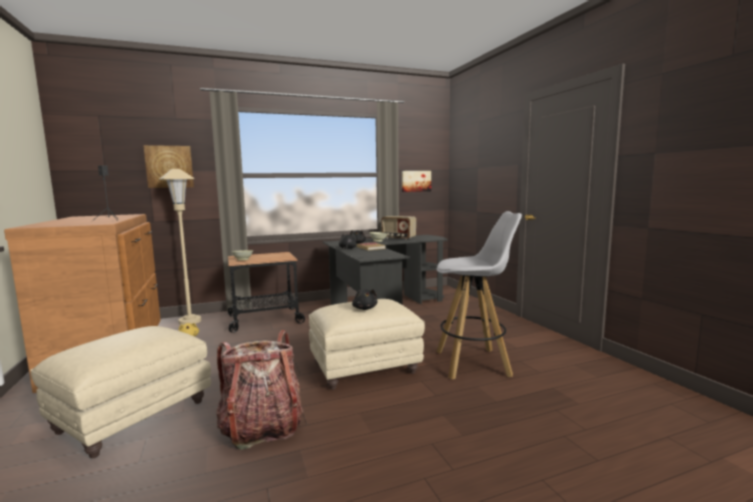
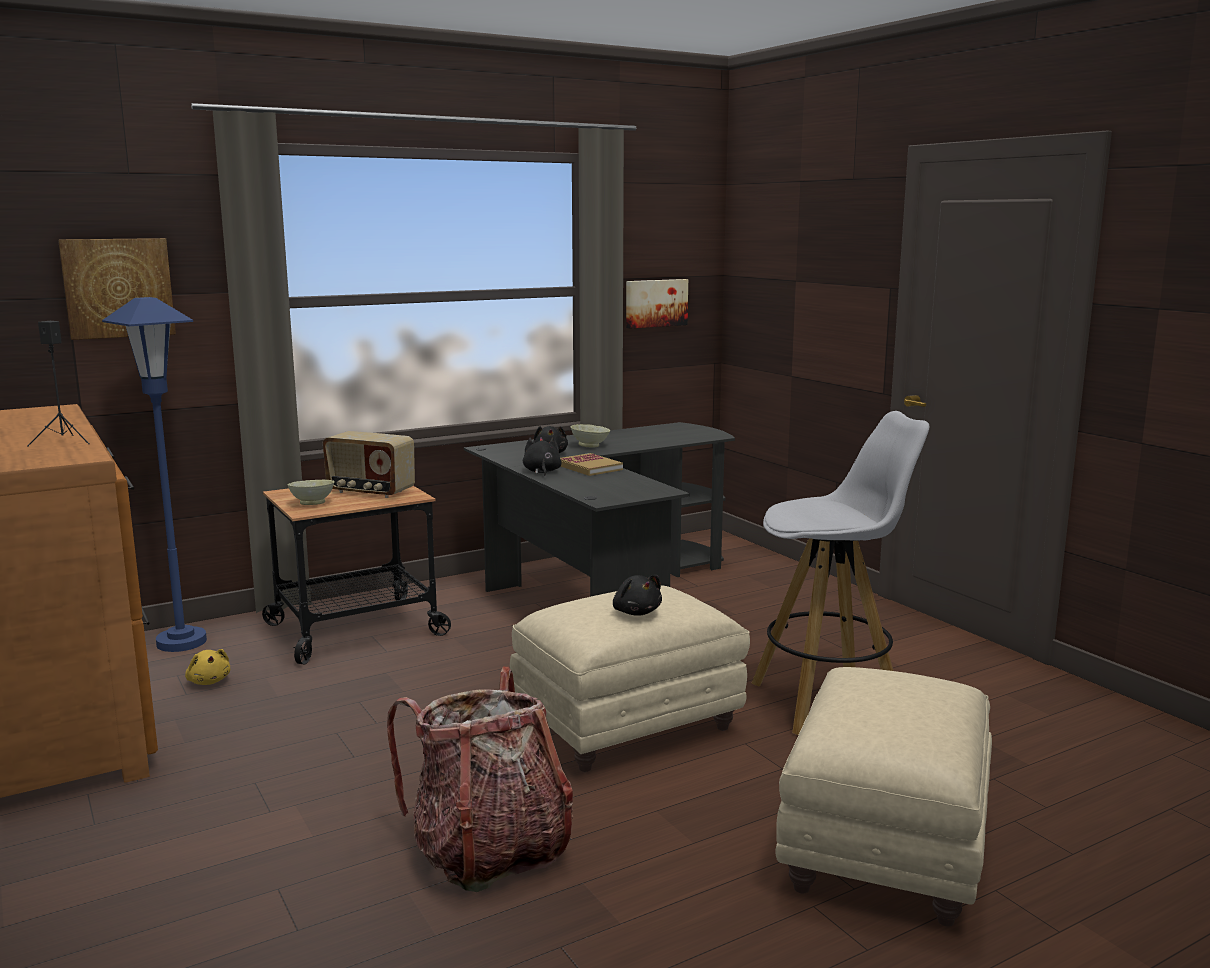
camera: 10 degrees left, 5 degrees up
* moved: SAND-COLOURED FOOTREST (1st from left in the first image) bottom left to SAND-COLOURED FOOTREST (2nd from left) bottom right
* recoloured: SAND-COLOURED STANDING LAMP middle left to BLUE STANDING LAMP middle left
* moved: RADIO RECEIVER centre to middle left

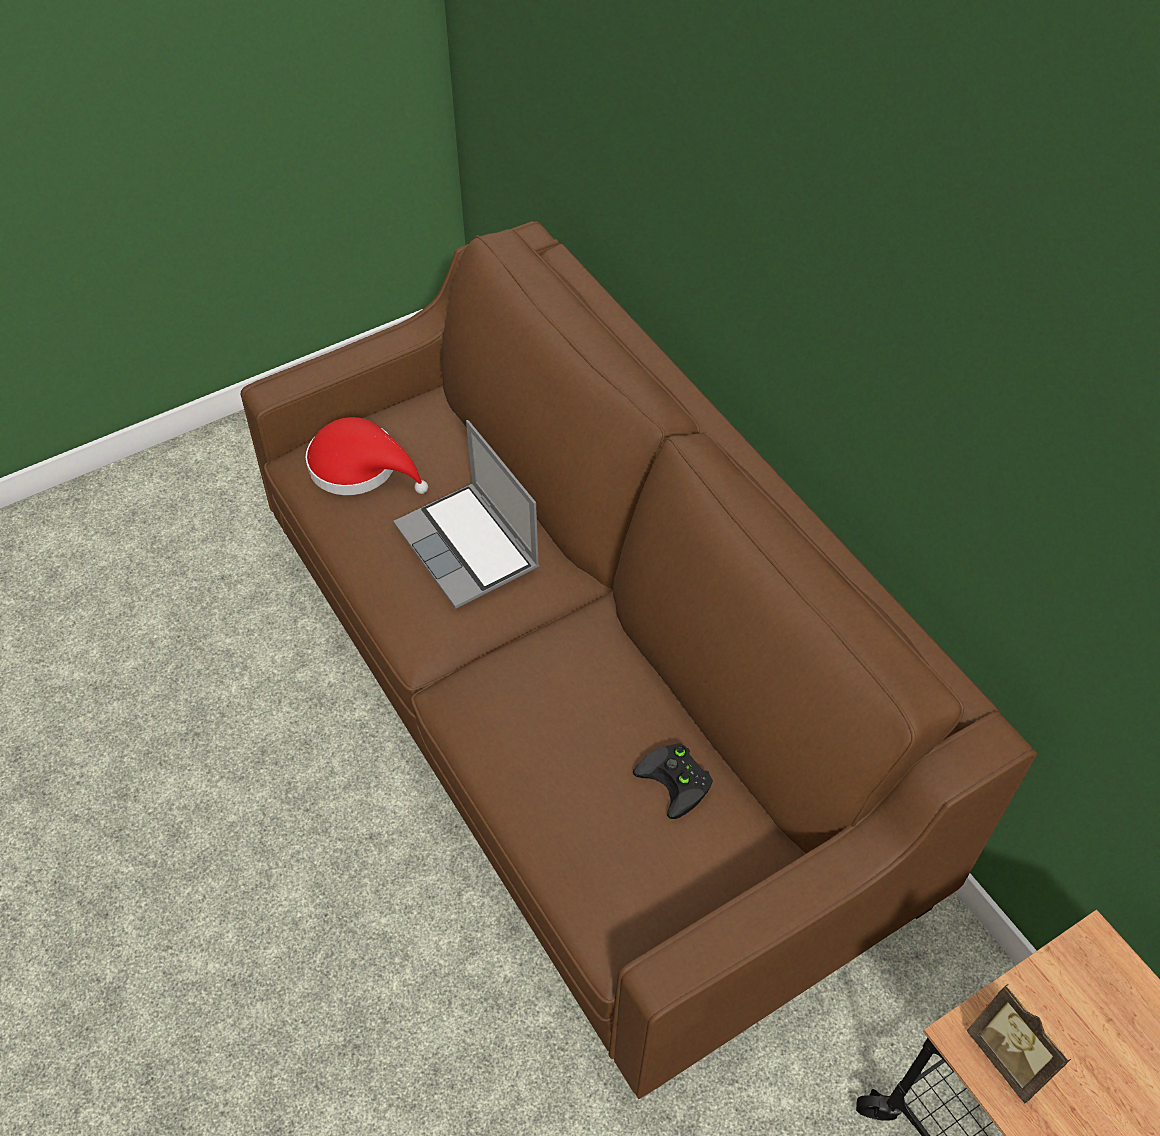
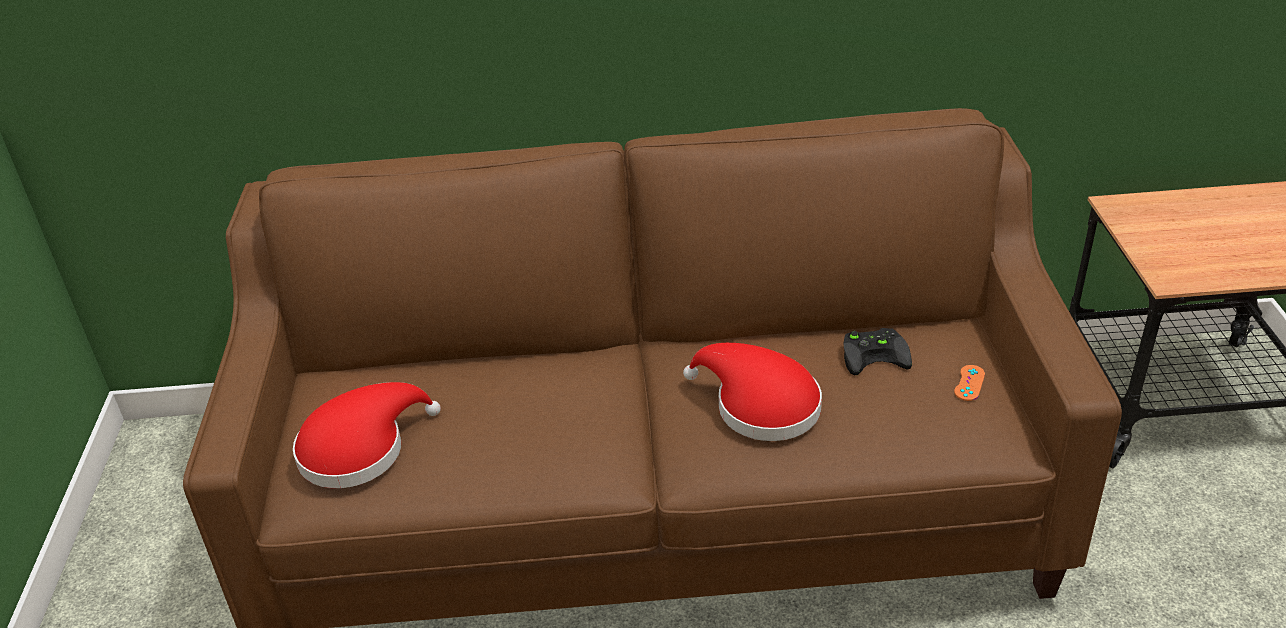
camera: 60 degrees left, 15 degrees down
* removed: NOTEBOOK COMPUTER centre
* removed: PHOTO FRAME bottom right
* added: RED-COLOURED WEARABLE HAT (2nd from left) centre
* added: ORANGEY GAMEPAD middle right

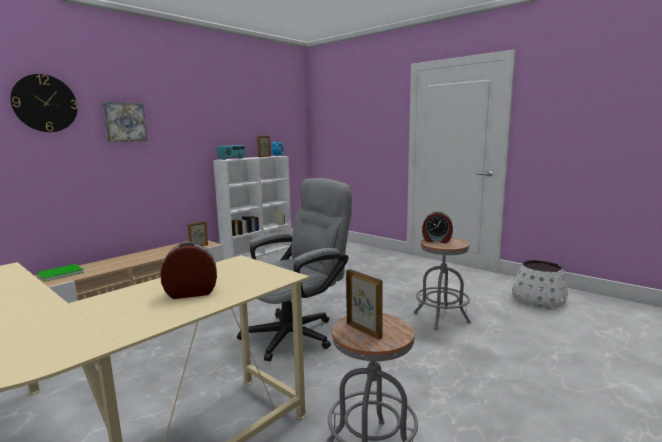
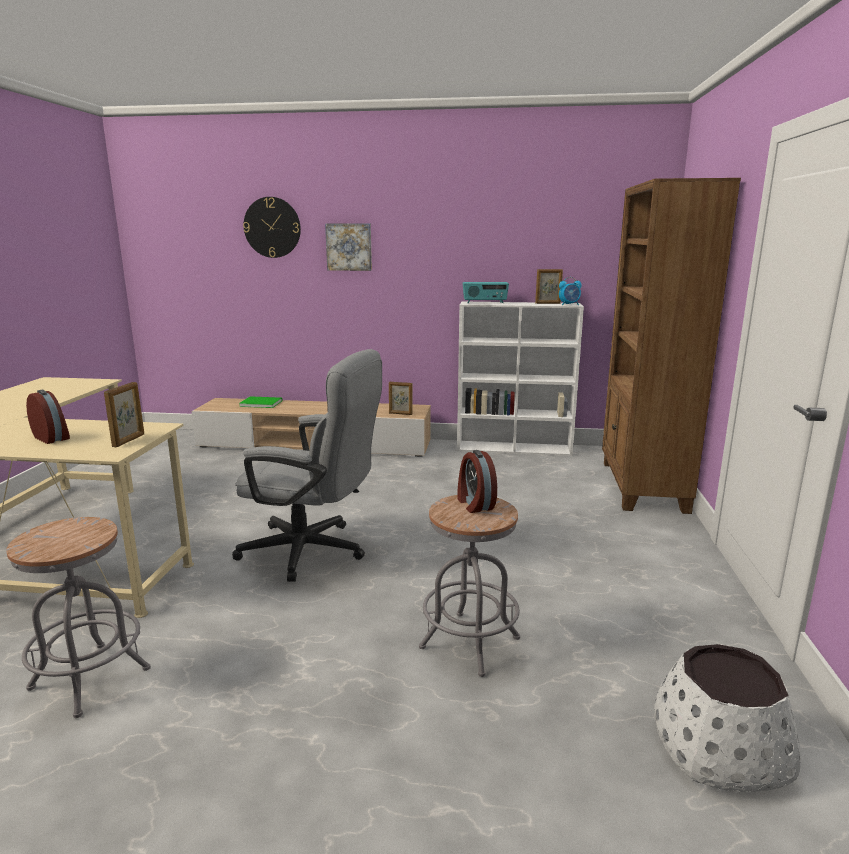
camera: 55 degrees right, 5 degrees up
* moved: PHOTO FRAME (3rd from left in the first image) bottom centre to PHOTO FRAME (1st from left) middle left
* added: BROWN-COLOURED SHELVING UNIT middle right

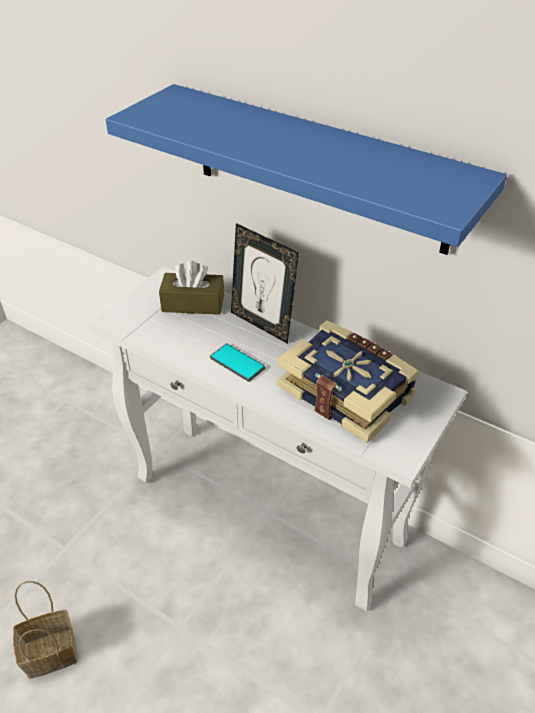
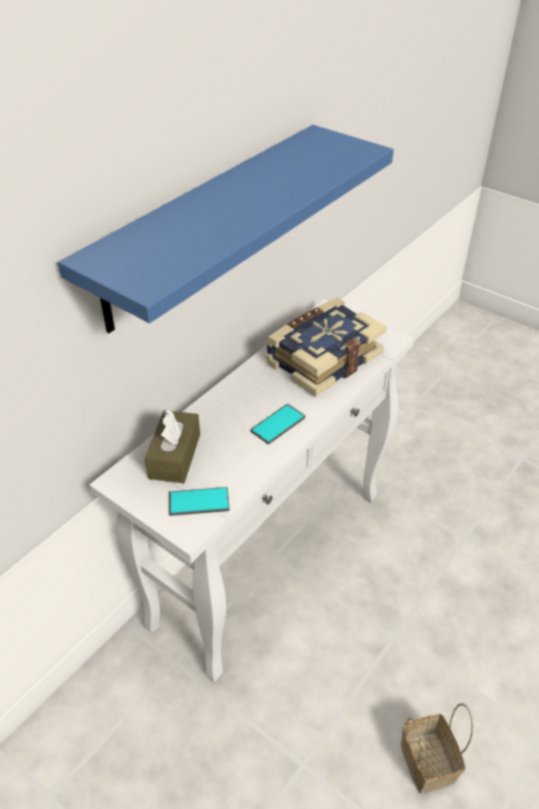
camera: 85 degrees left, 0 degrees up
* removed: PHOTO FRAME centre
* added: HANDSET (1st from left) centre

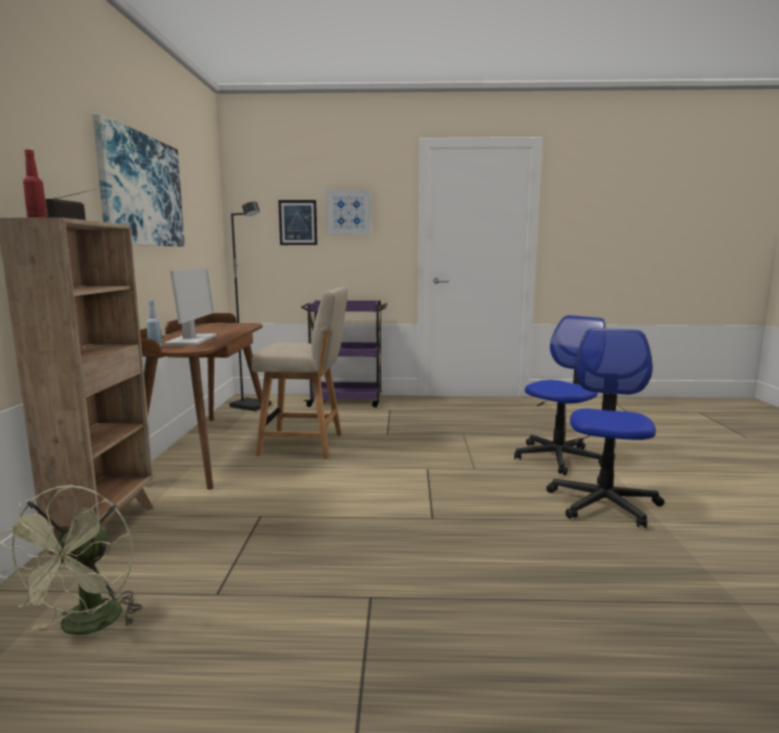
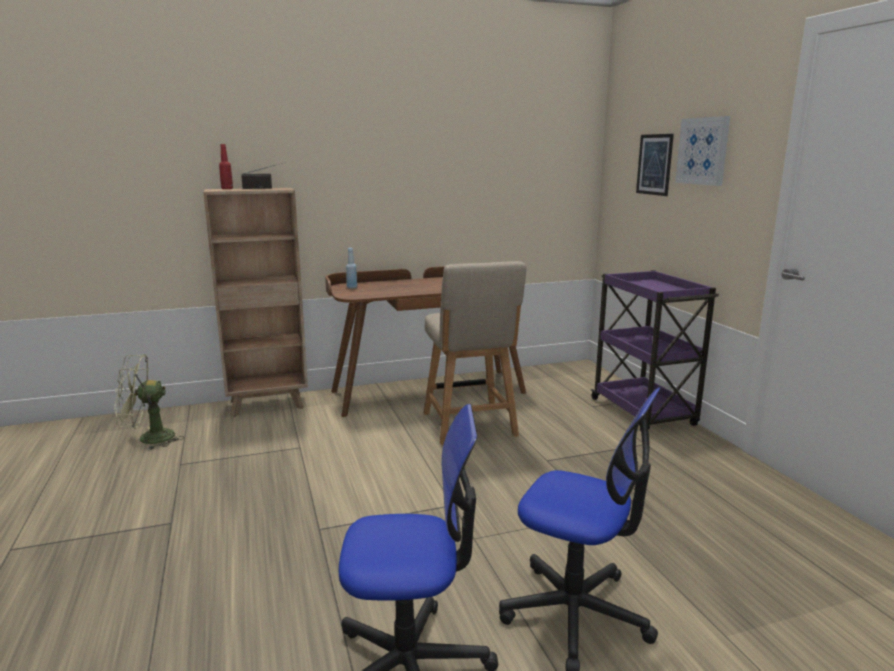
camera: 70 degrees right, 5 degrees up
* removed: PICTURE (1st from left) top left
* removed: COMPUTER SCREEN middle left
* removed: BLACKISH STANDING LAMP middle left

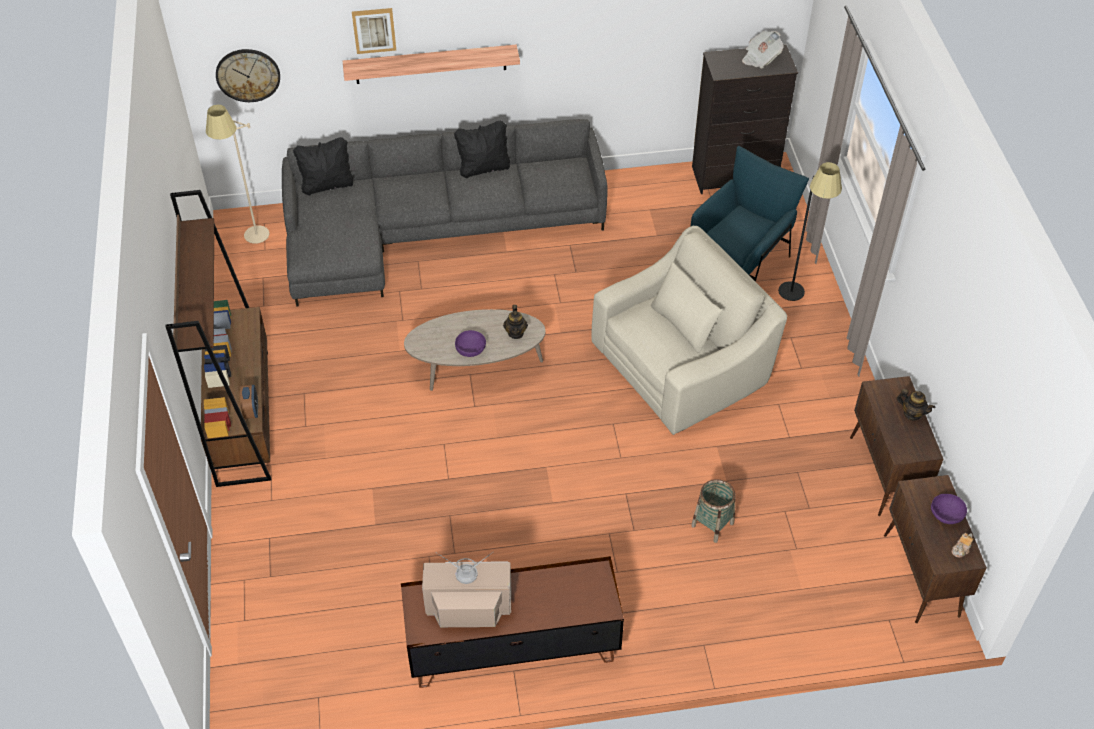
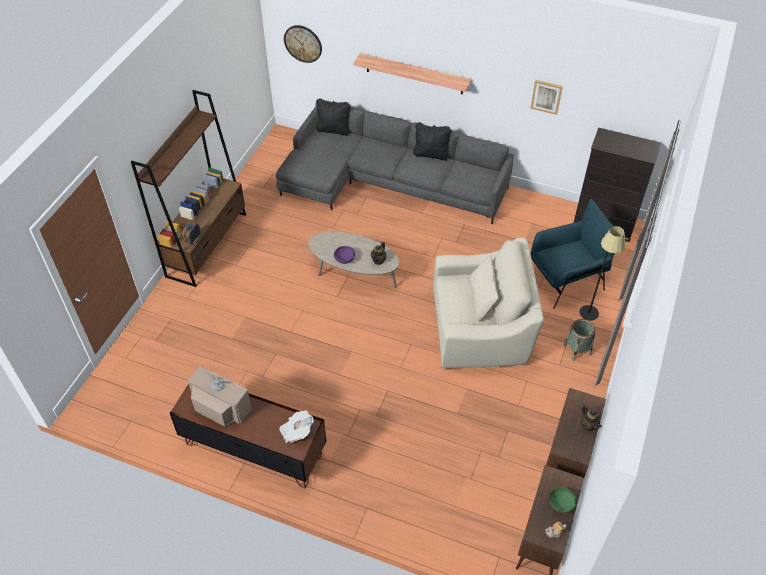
camera: 30 degrees right, 0 degrees up
* removed: SAND-COLOURED STANDING LAMP top left
* moved: PICTURE top centre to top right
* moved: BASKET bottom centre to middle right
* moved: NEWSPAPER top right to bottom centre
* recoloured: PURPLE-COLOURED BOWL (2nd from left) bottom right to GREEN BOWL bottom right

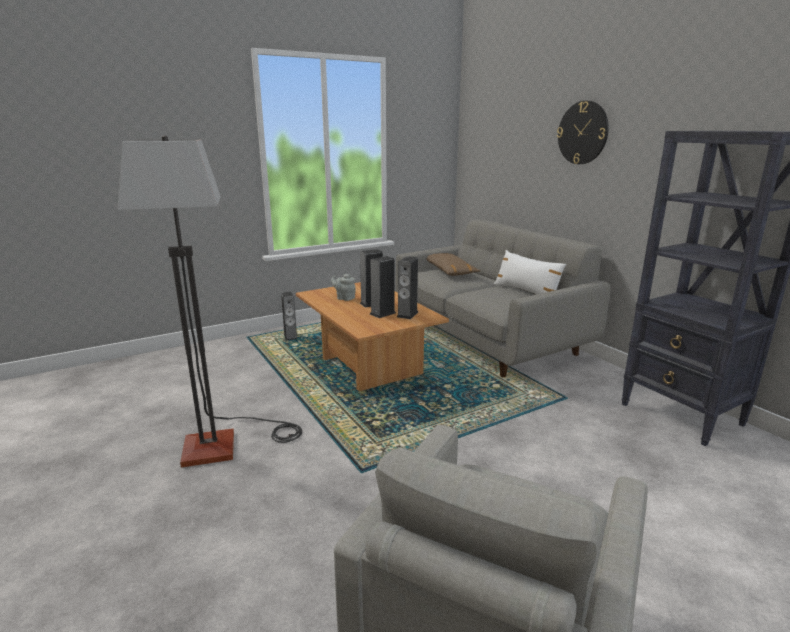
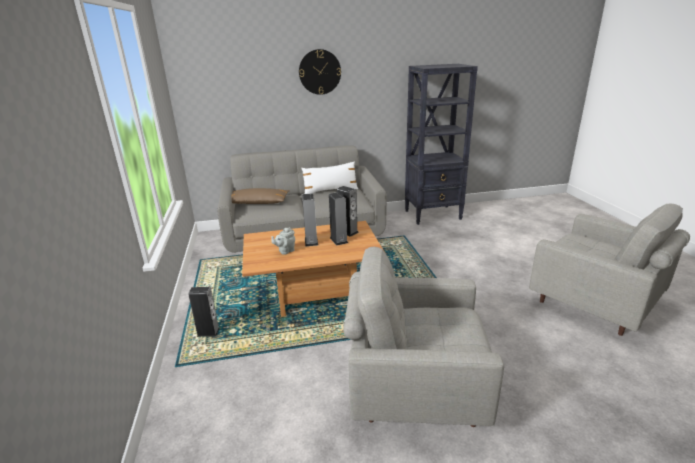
camera: 70 degrees left, 5 degrees up
* replaced: STANDING LAMP middle left to GREYISH EASY CHAIR (1st from left) bottom centre

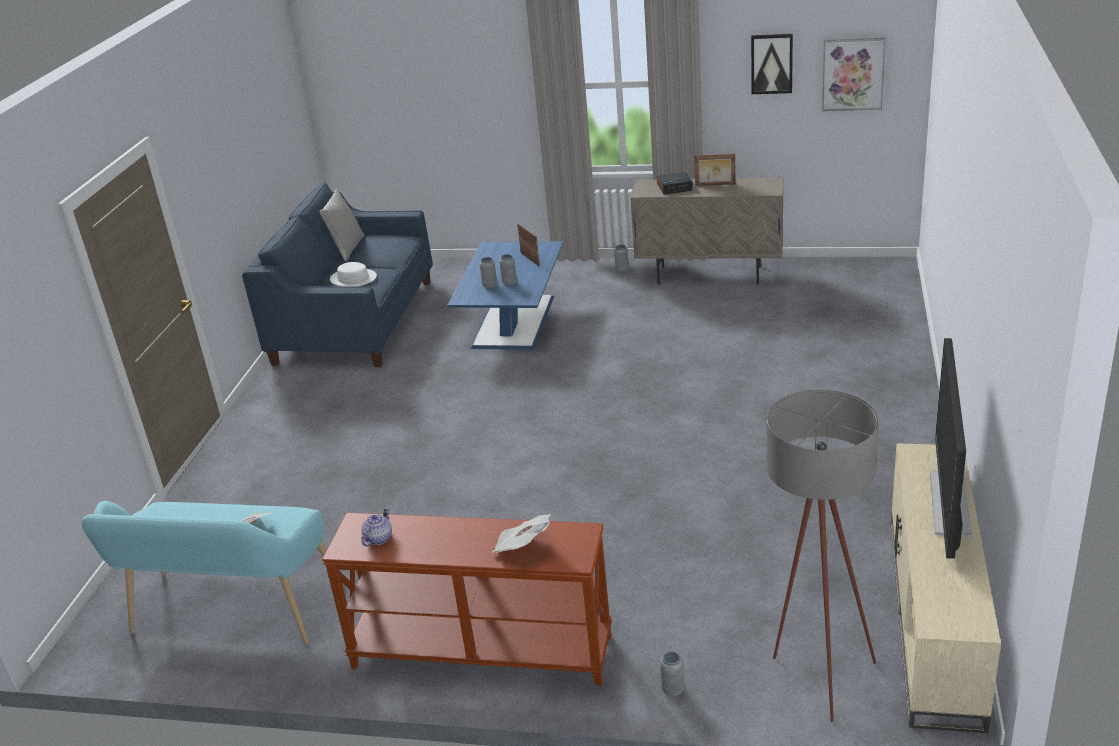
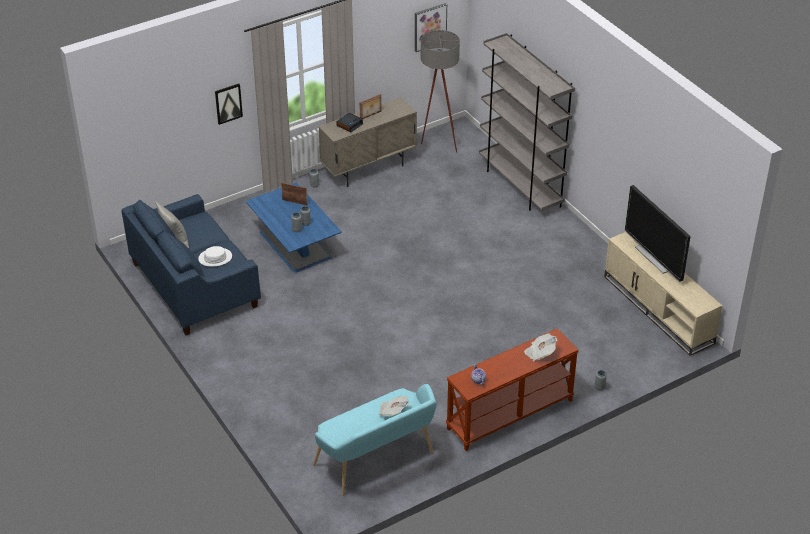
camera: 45 degrees left, 10 degrees up
* moved: PICTURE (1st from left) top right to top left
* moved: GREYISH STANDING LAMP bottom right to top centre
* added: GREYISH SHELVING UNIT top centre

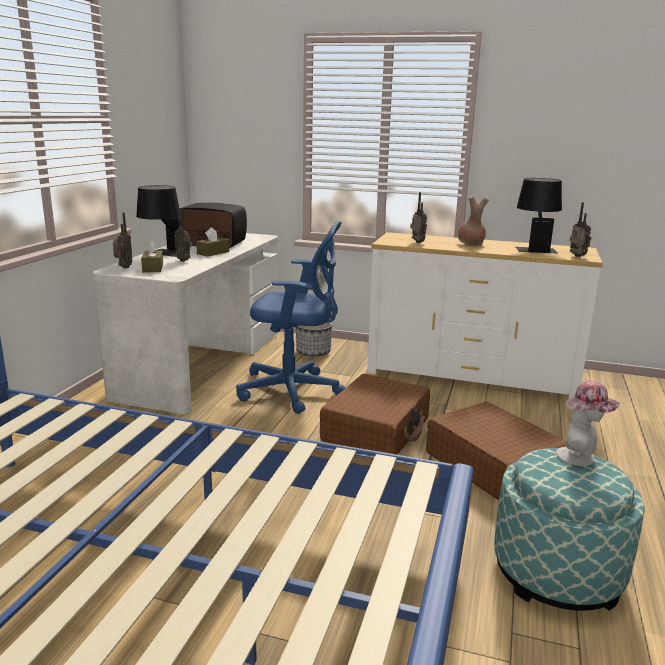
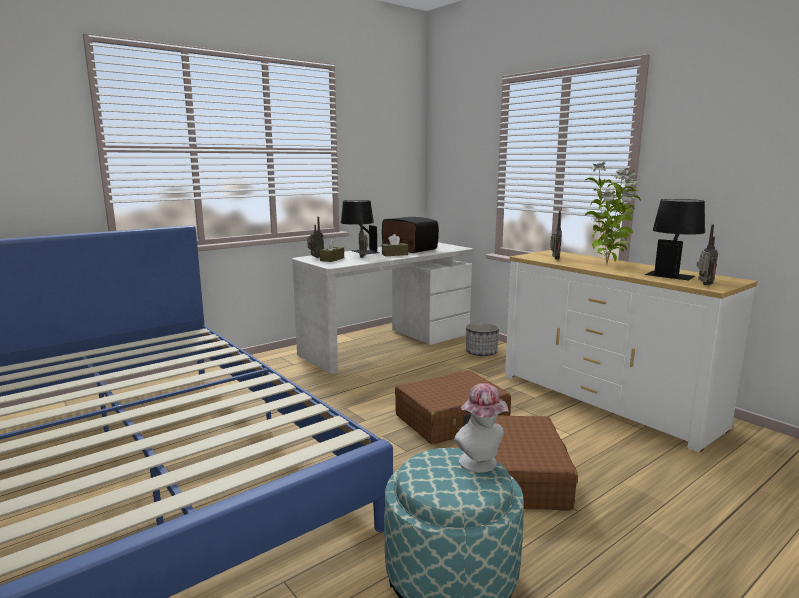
camera: 35 degrees right, 5 degrees down
* removed: BLUE OFFICE CHAIR centre
* replaced: BROWN-COLOURED FLOWER VASE top right to PLANT IN A POT middle right

